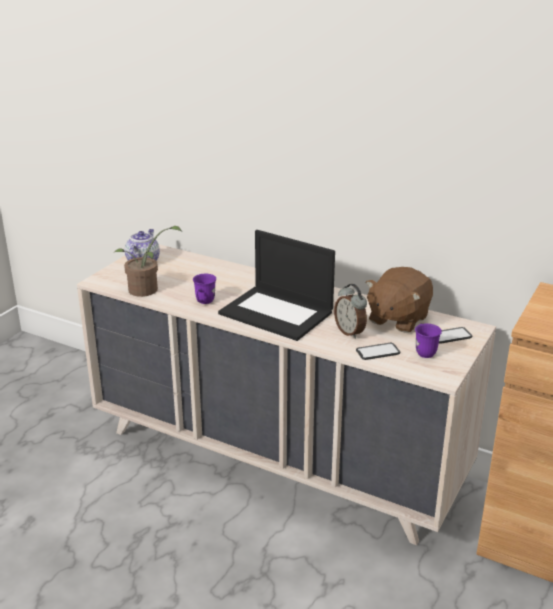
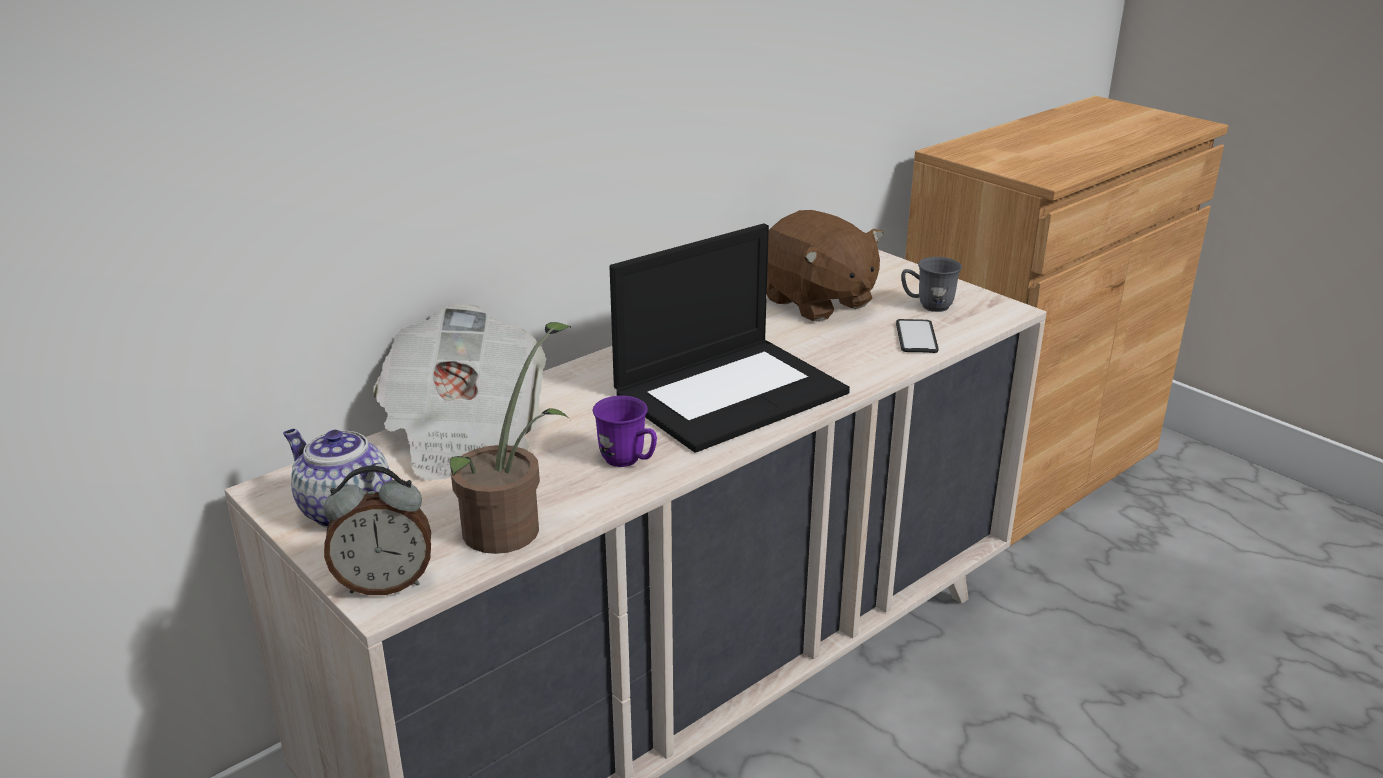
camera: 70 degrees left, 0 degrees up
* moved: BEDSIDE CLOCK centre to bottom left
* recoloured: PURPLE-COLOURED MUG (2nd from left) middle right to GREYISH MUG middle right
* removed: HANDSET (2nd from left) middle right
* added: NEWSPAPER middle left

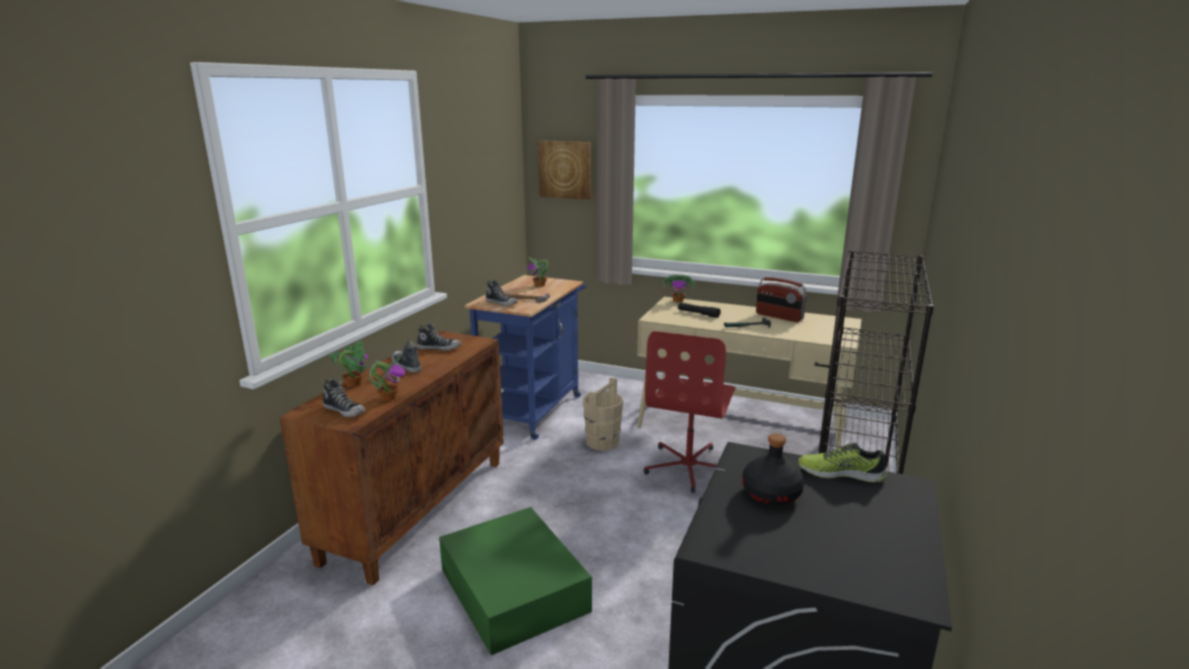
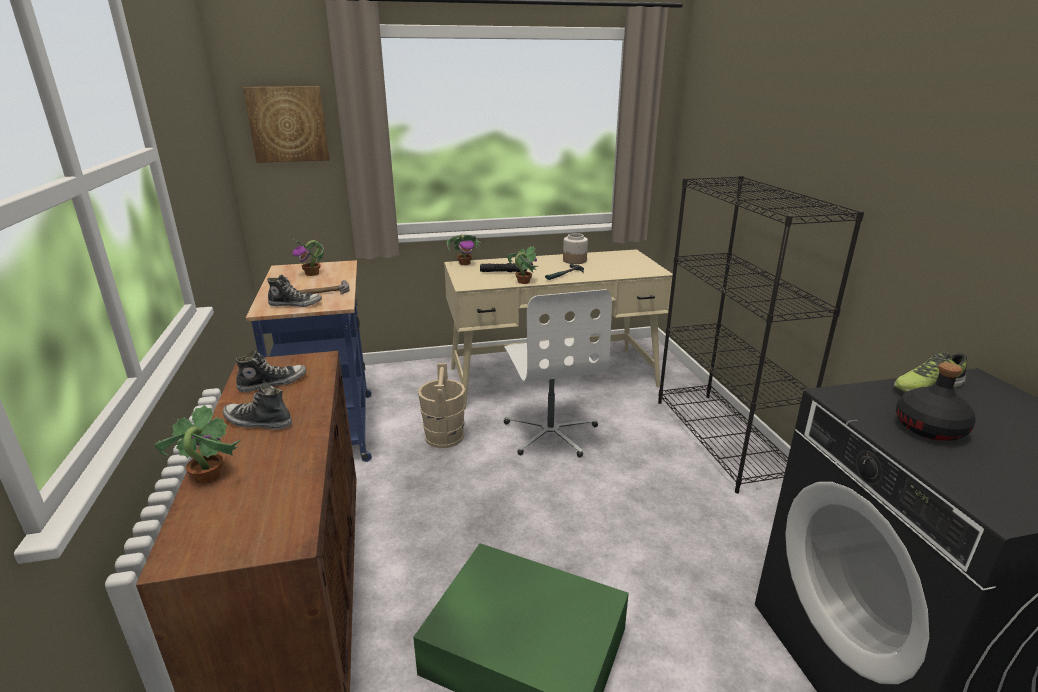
camera: 35 degrees left, 5 degrees up
* removed: SHOE (1st from left) middle left
* moved: PLANT IN A POT (2nd from left in the first image) middle left to PLANT IN A POT (4th from left) centre
* recoloured: RED-COLOURED OFFICE CHAIR centre to WHITE OFFICE CHAIR centre
* replaced: RADIO RECEIVER centre to STORAGE JAR centre

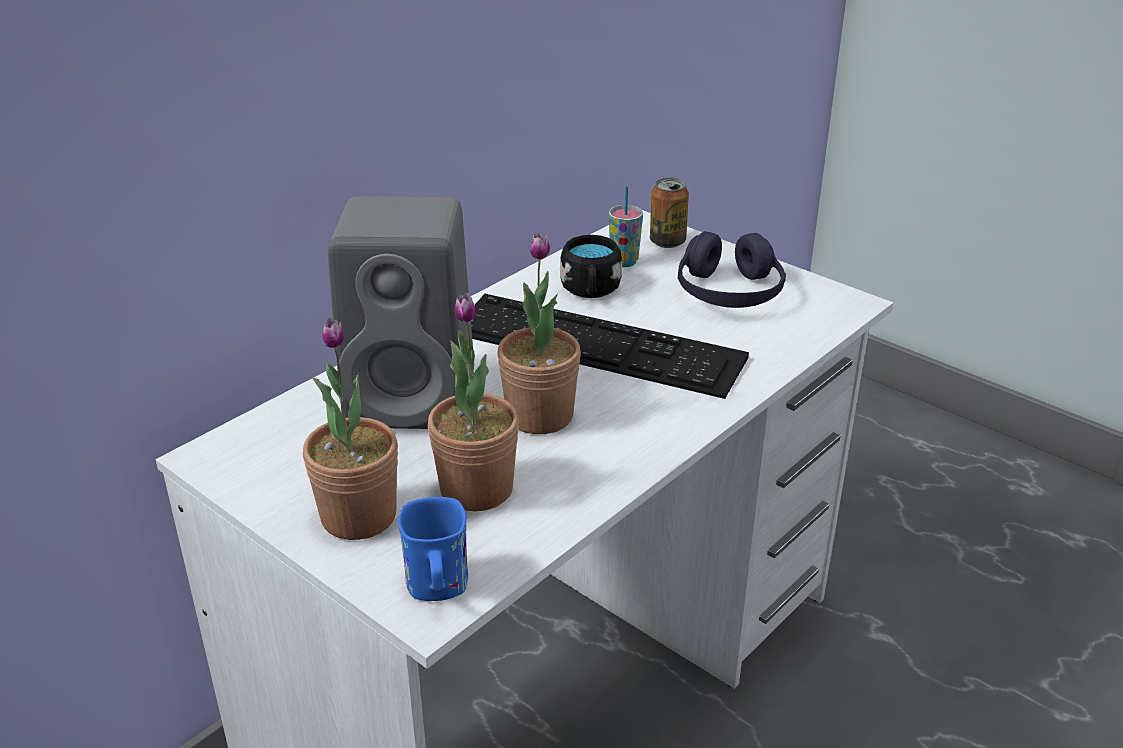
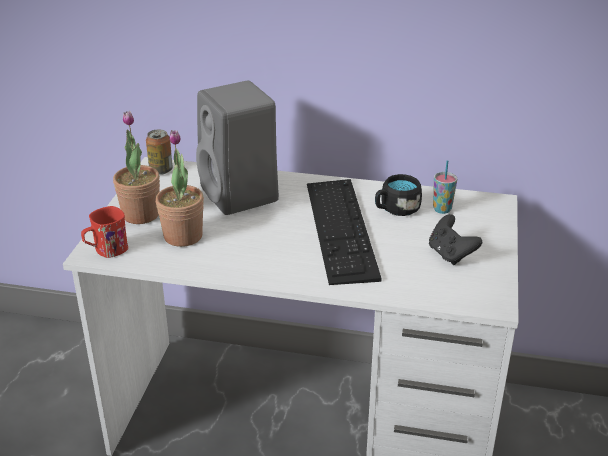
camera: 60 degrees right, 0 degrees up
* recoloured: BLUE MUG bottom centre to RED-COLOURED MUG middle left
* removed: PLANT IN A POT (3rd from left) centre
* moved: CAN top centre to middle left
* replaced: PURPLE-COLOURED PAIR OF HEADPHONES centre to BLACKISH GAMEPAD middle right

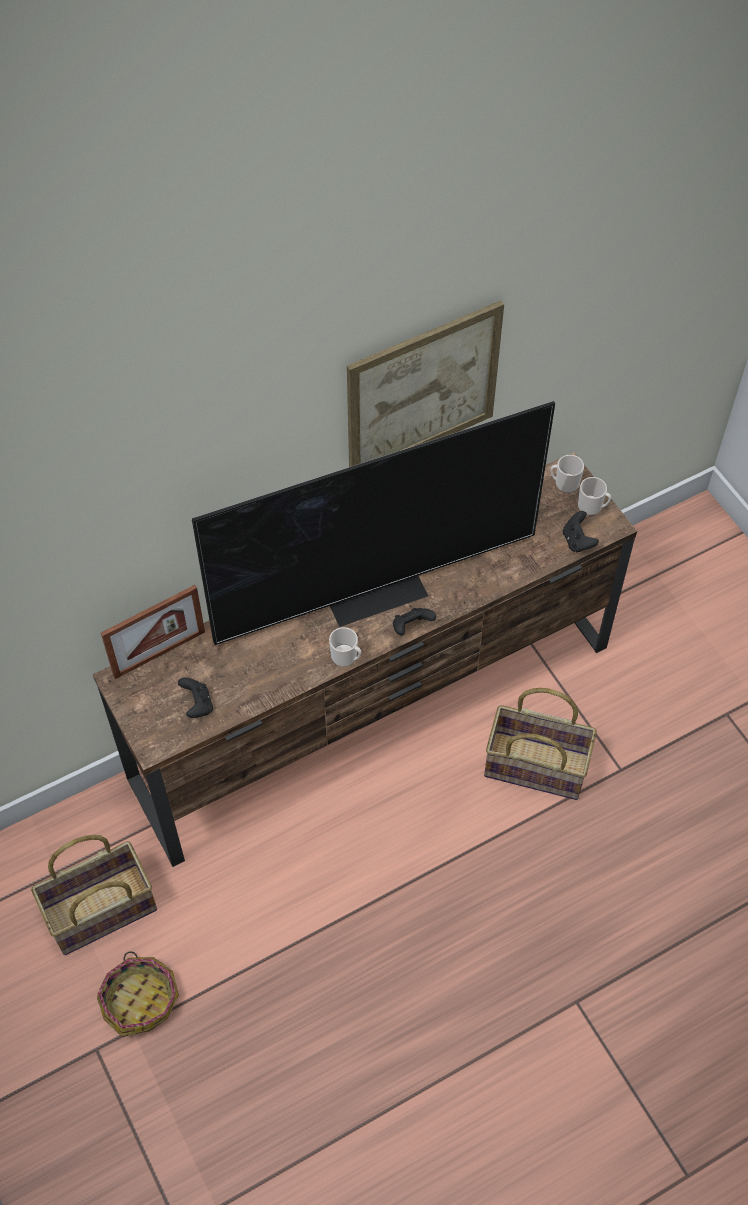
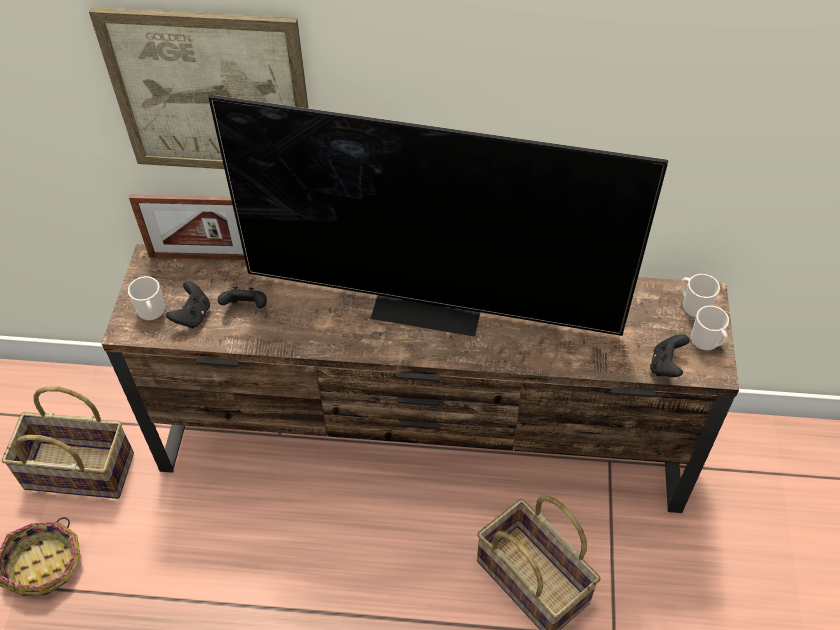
camera: 35 degrees right, 5 degrees down
* moved: MUG (1st from left) centre to middle left
* moved: PICTURE top centre to top left
* moved: BLACKISH GAMEPAD (2nd from left) centre to middle left

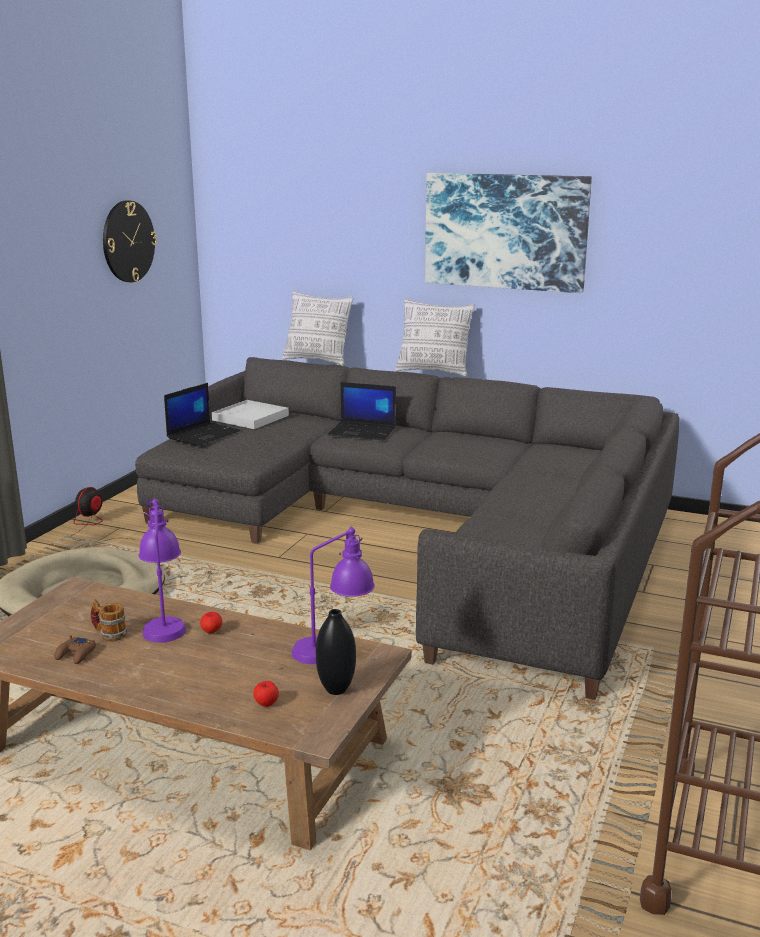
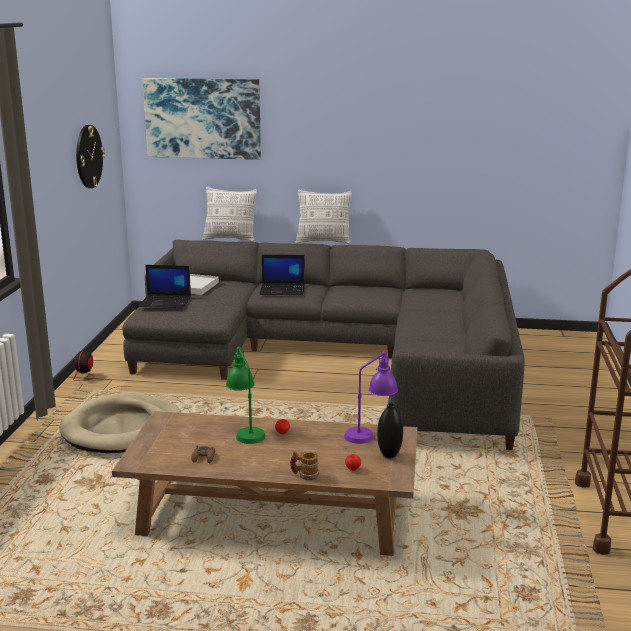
camera: 15 degrees left, 0 degrees up
* moved: MUG middle left to bottom centre
* recoloured: PURPLE-COLOURED TABLETOP LAMP (1st from left) middle left to GREEN TABLETOP LAMP centre
* turned: NOTEBOOK COMPUTER (1st from left) middle left = middle left 75 degrees clockwise
* moved: PICTURE top right to top left

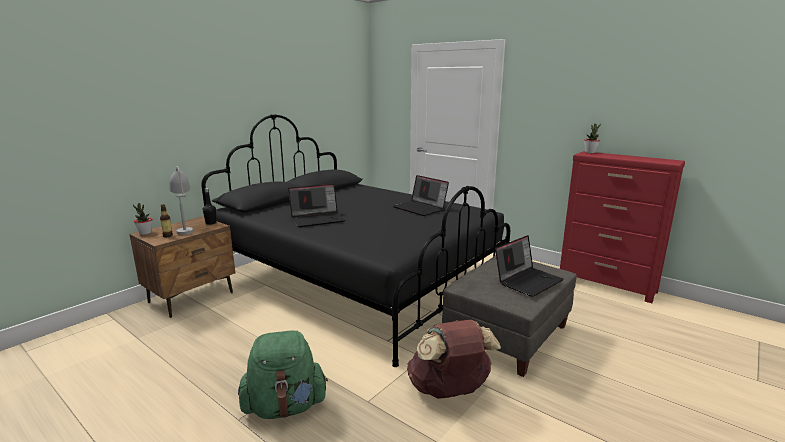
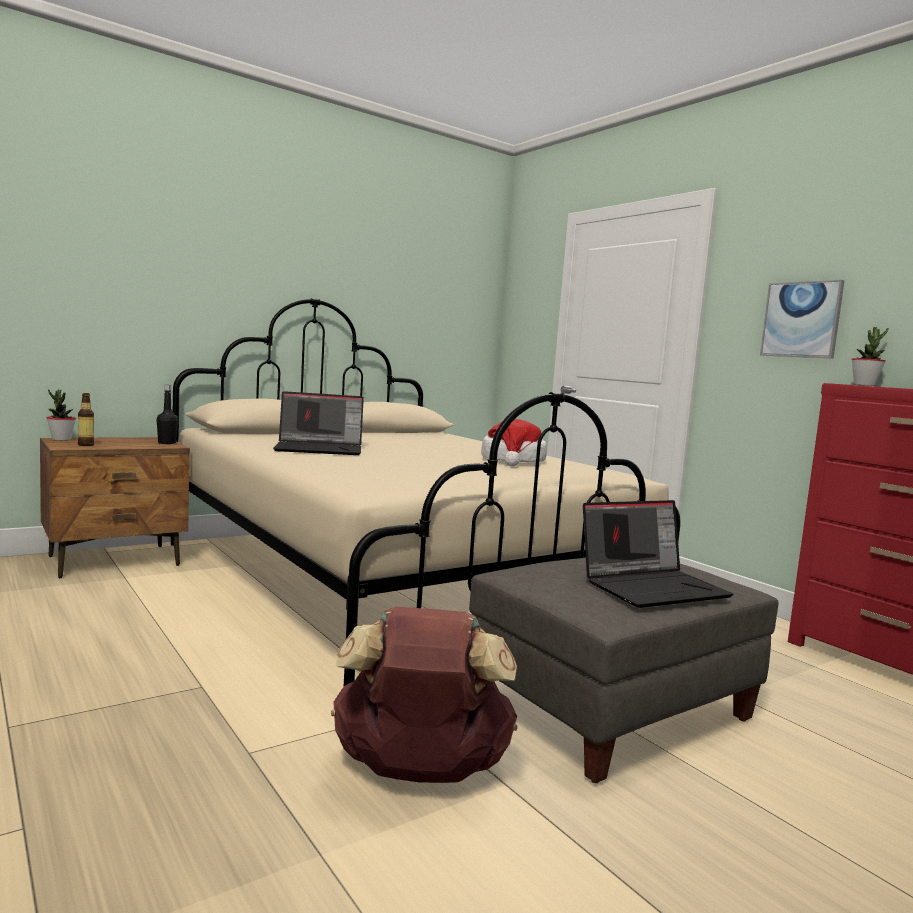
camera: 15 degrees right, 10 degrees down
* removed: GREYISH TABLETOP LAMP middle left
* recoloured: BLACKISH BEDROOM BED centre to SAND-COLOURED BEDROOM BED centre
* removed: GREEN KNAPSACK bottom centre
* replaced: NOTEBOOK COMPUTER (2nd from left) centre to WEARABLE HAT centre
* added: PICTURE middle right

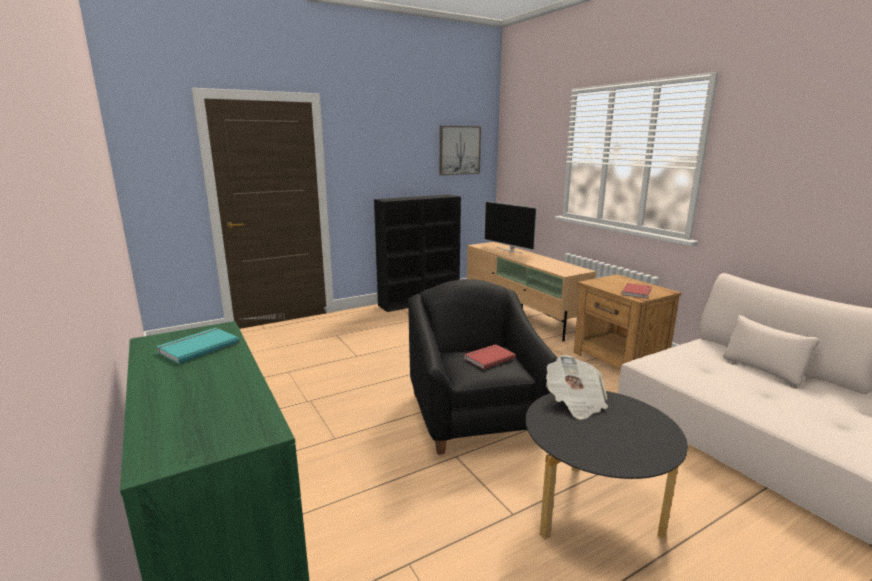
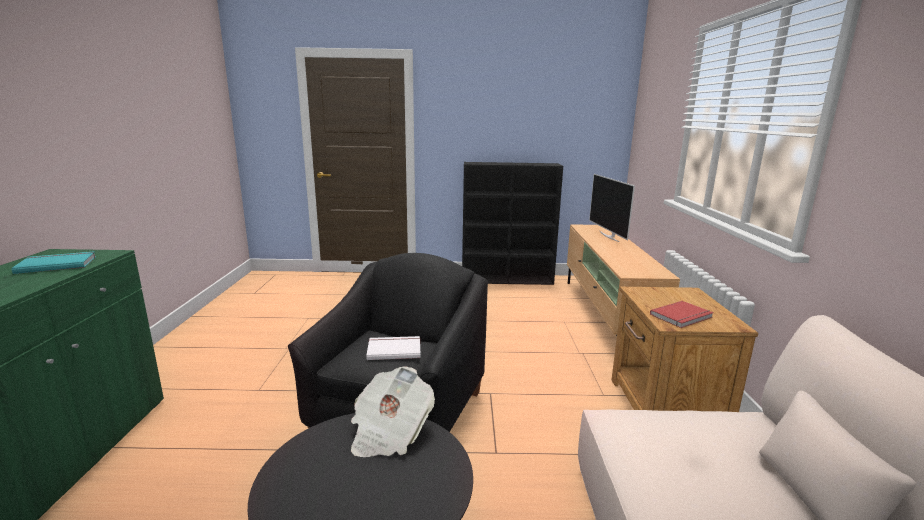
camera: 30 degrees right, 0 degrees up
* removed: PICTURE top centre
* recoloured: RED-COLOURED VOLUME (1st from left) centre to WHITE VOLUME bottom centre

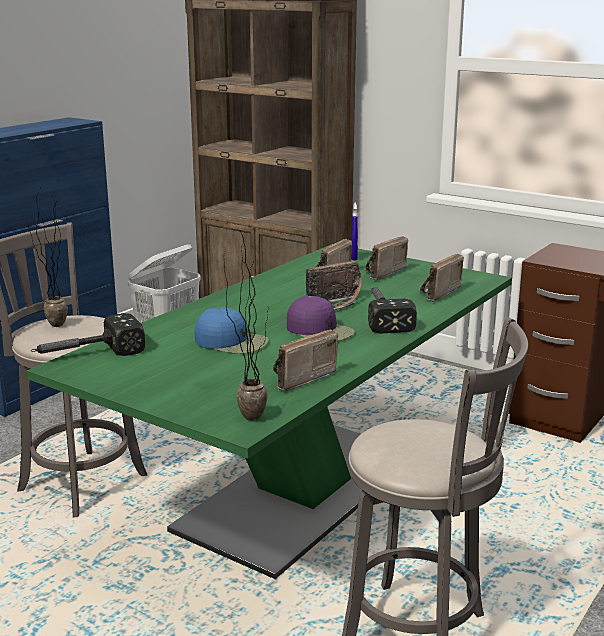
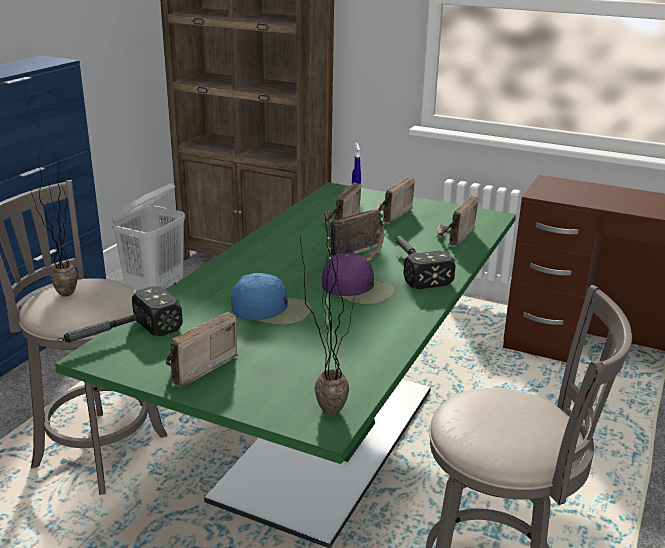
camera: 10 degrees left, 5 degrees up
* moved: RADIO RECEIVER (1st from left) centre to middle left

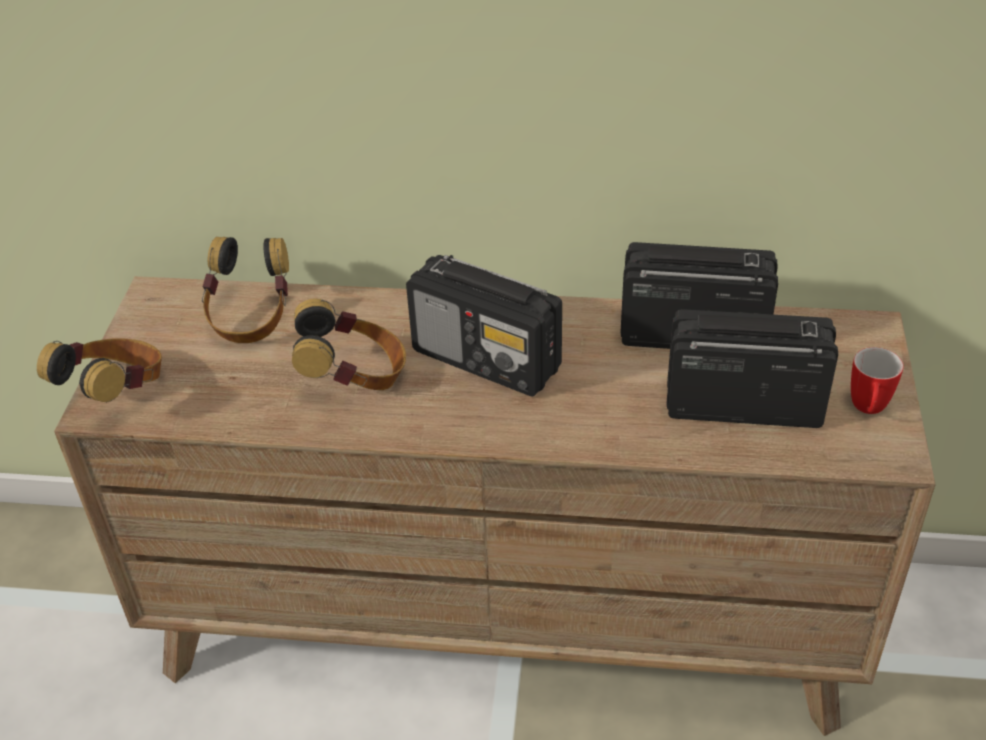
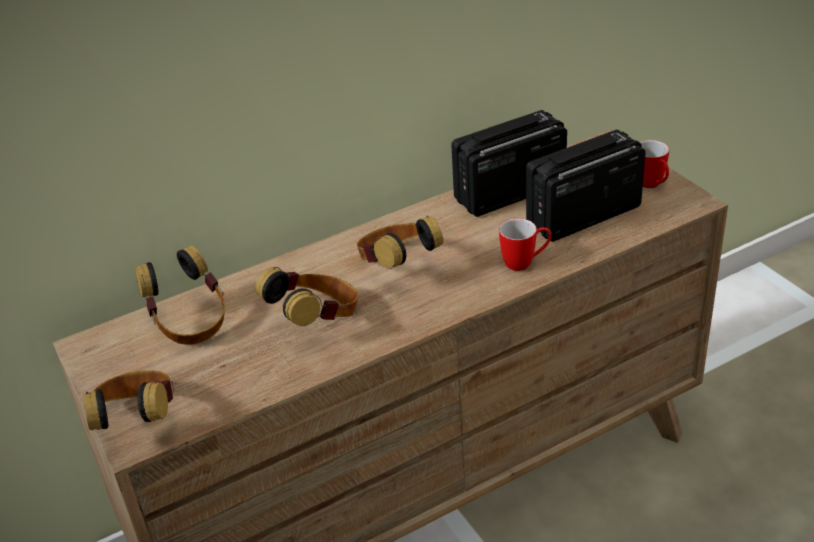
camera: 35 degrees left, 5 degrees down
* replaced: RADIO RECEIVER (1st from left) centre to PAIR OF HEADPHONES (4th from left) centre
* added: MUG (1st from left) centre

